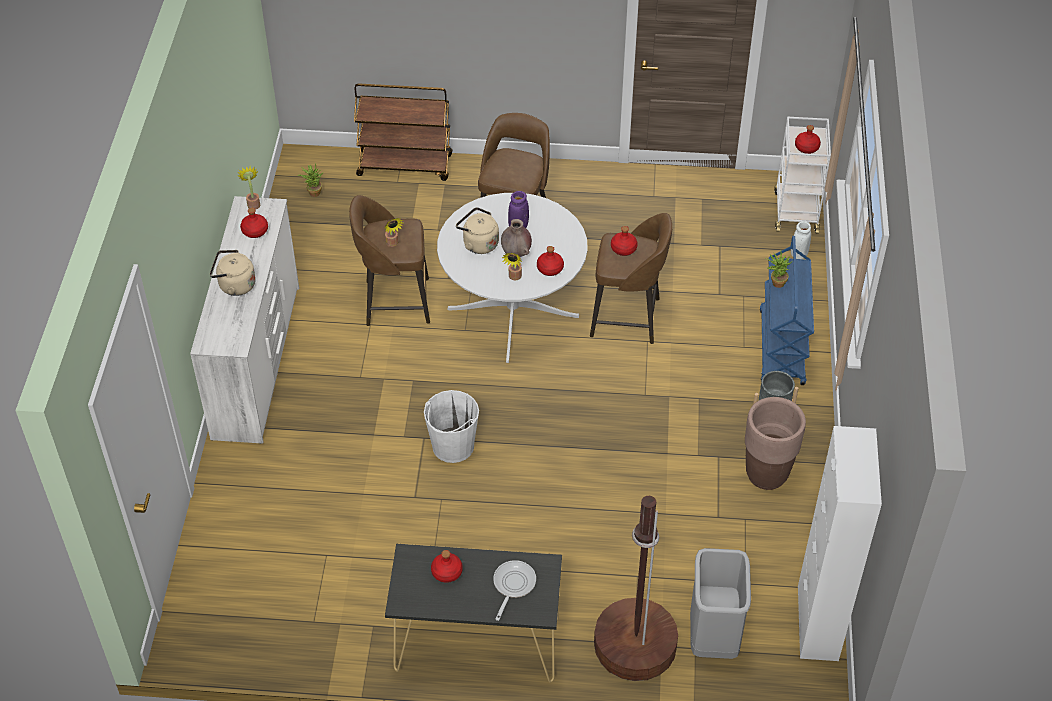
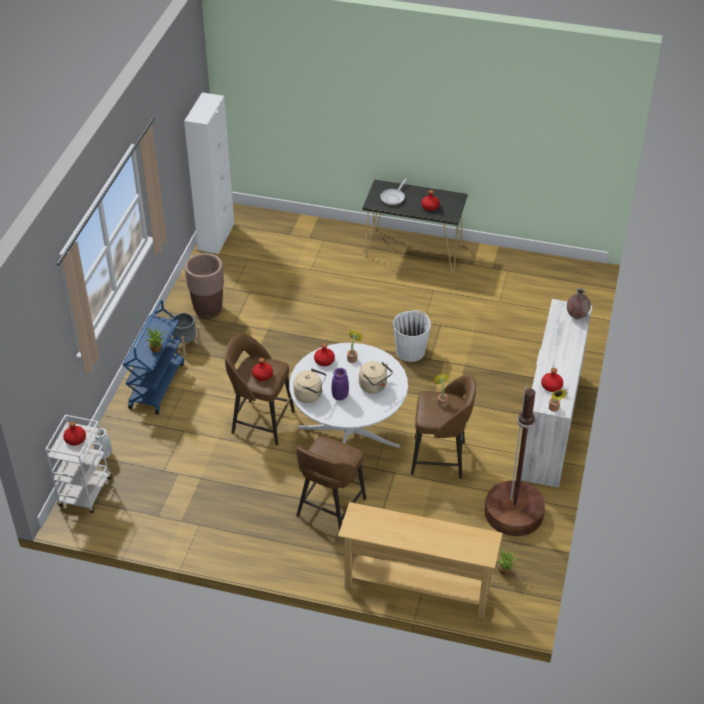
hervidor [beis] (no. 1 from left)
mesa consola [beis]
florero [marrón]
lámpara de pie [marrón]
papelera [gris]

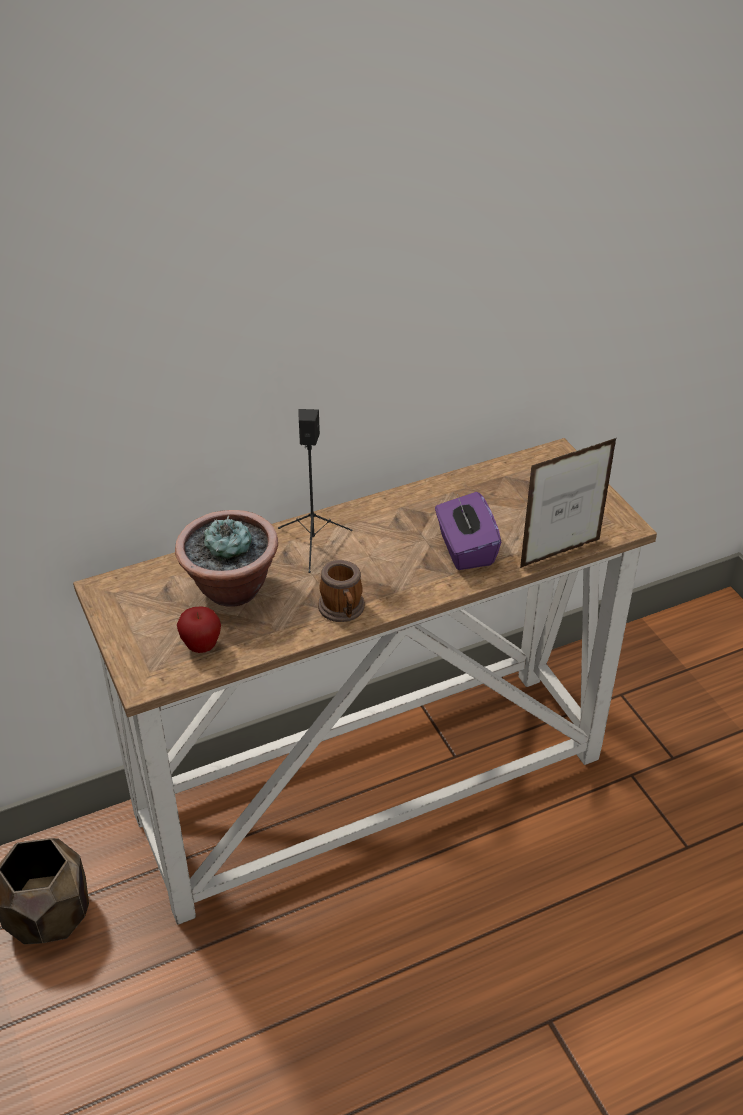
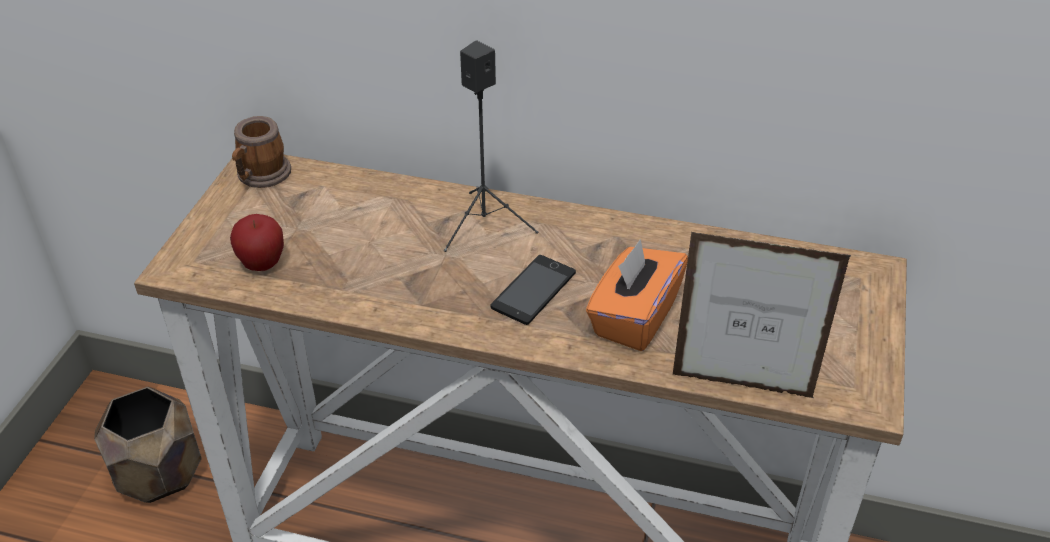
planta en maceta
taza grande
caja de pañuelos [naranja]
móvil

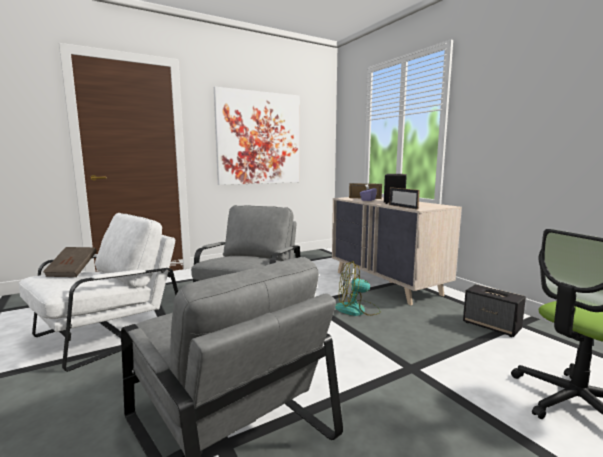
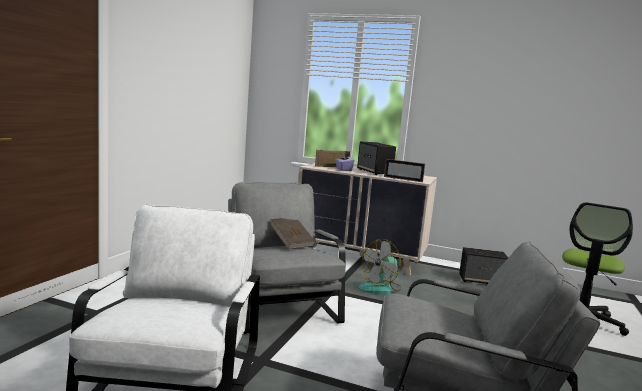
libro [marrón]
cuadro

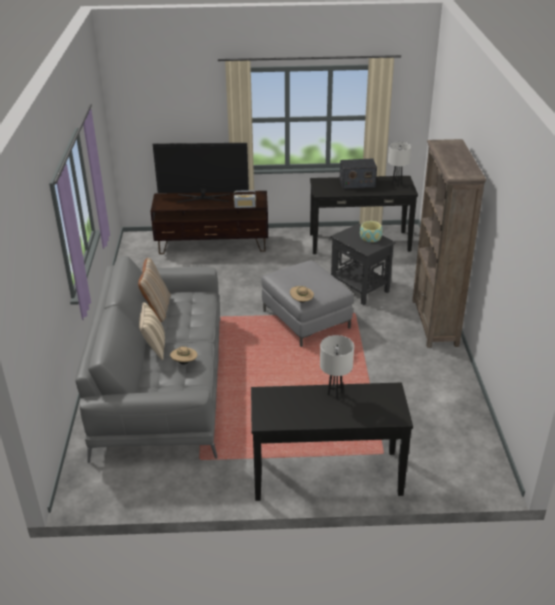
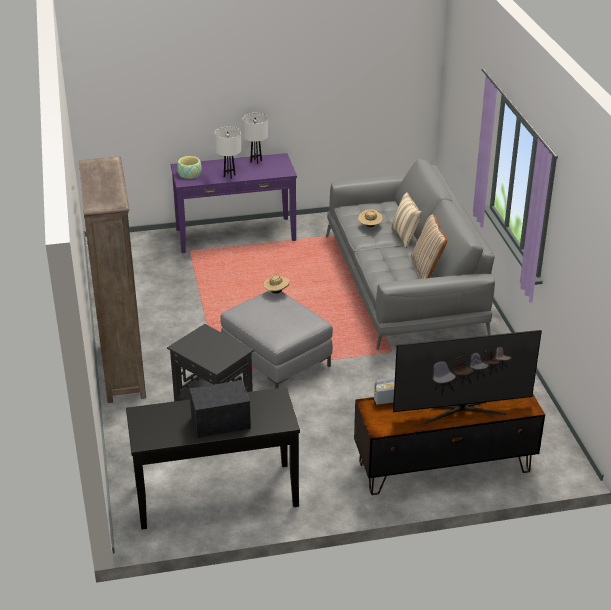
mesa consola [morado]
cuenco
lámpara de mesa [blanco] (no. 2 from left)

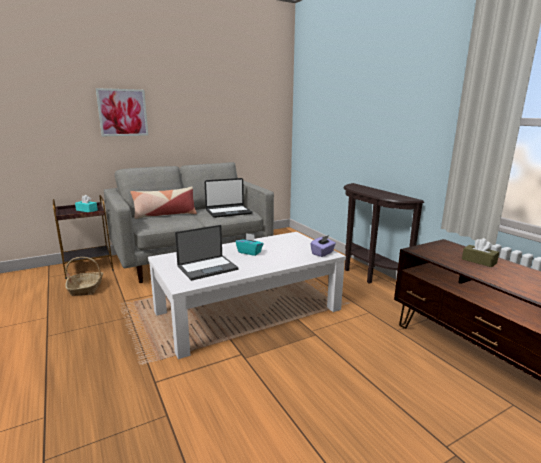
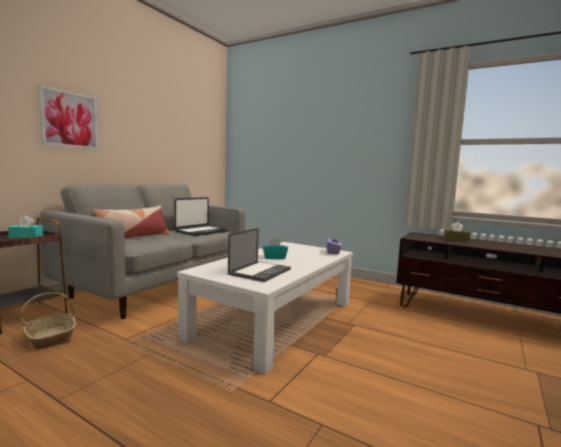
mesa consola [marrón]

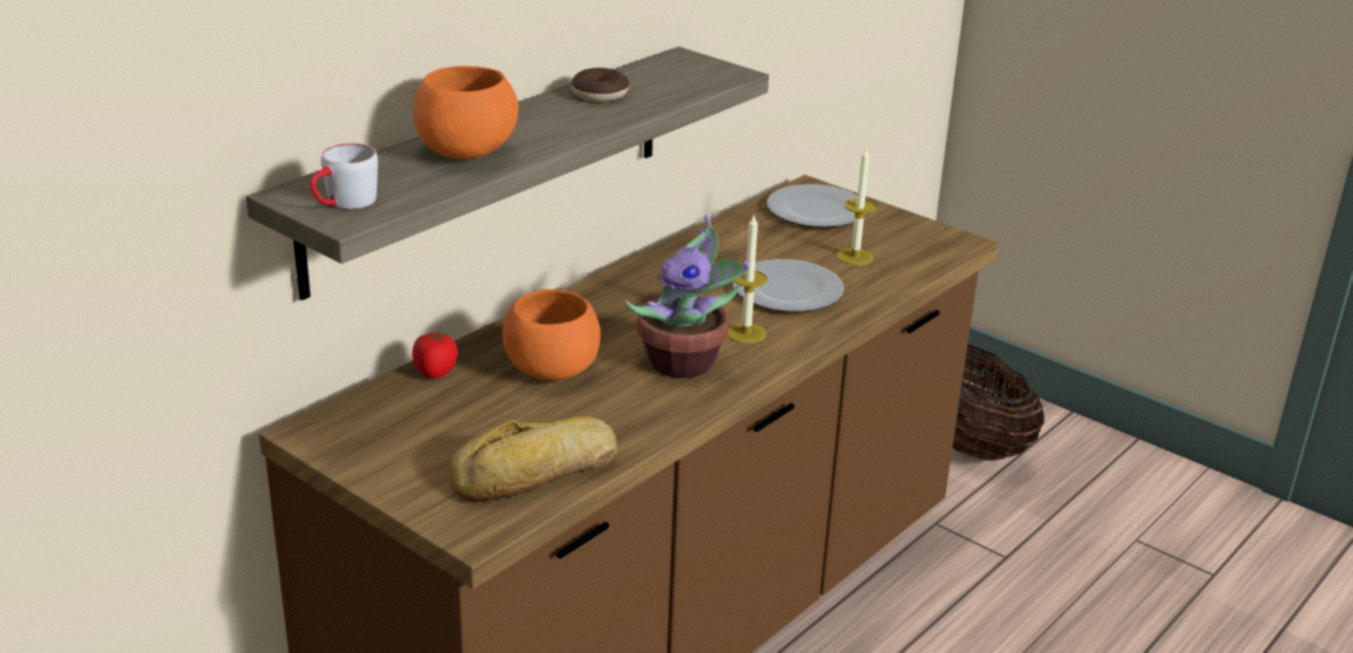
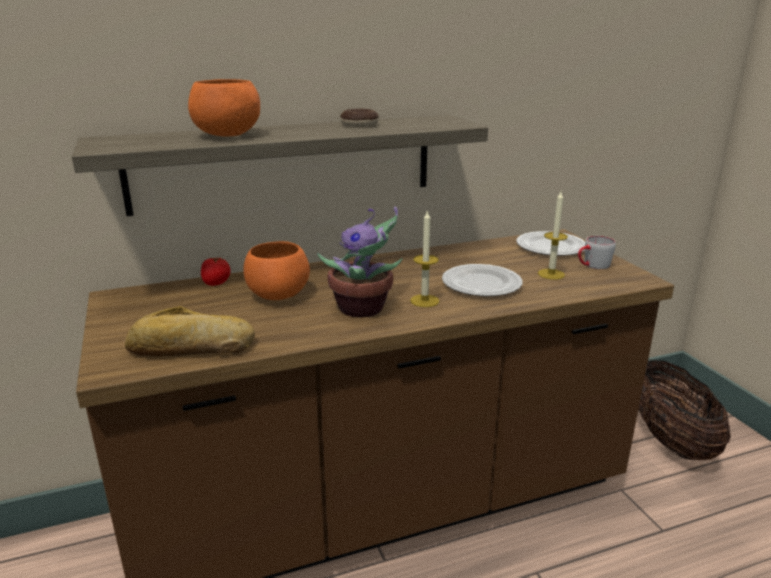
taza grande [gris]

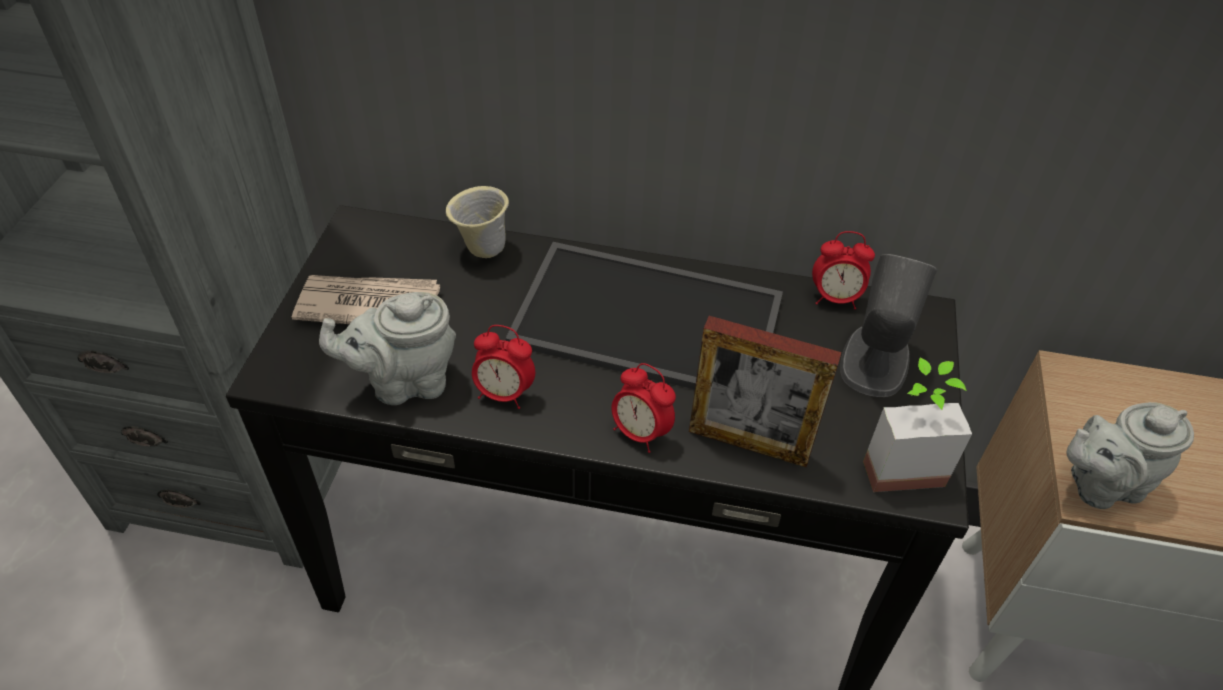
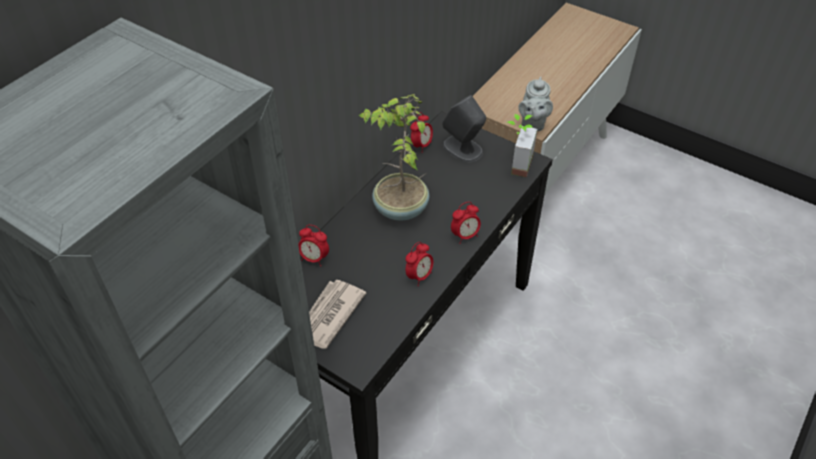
tetera [gris] (no. 1 from left in the first image)
despertador (no. 1 from left)
planta en maceta (no. 1 from left)
portarretratos

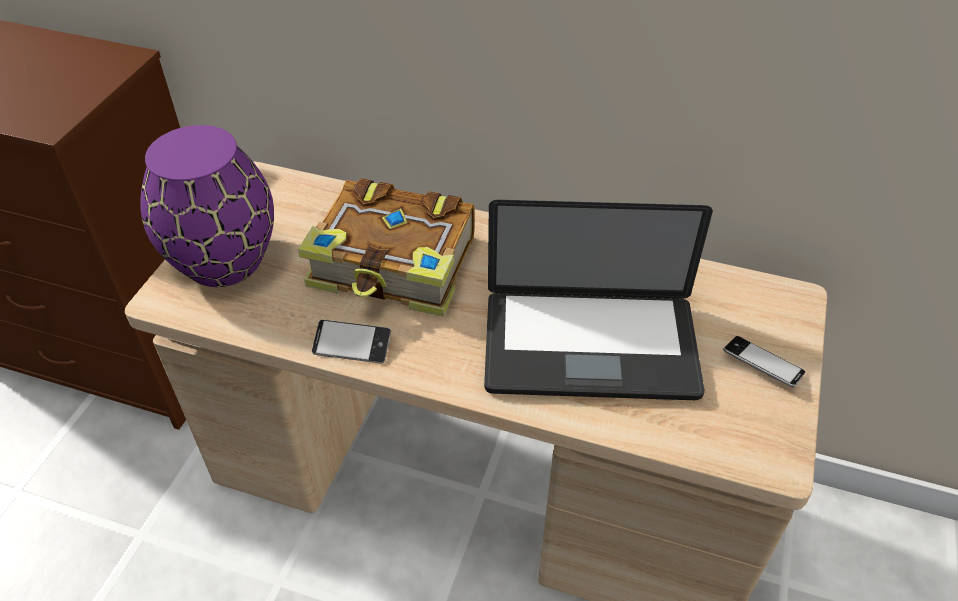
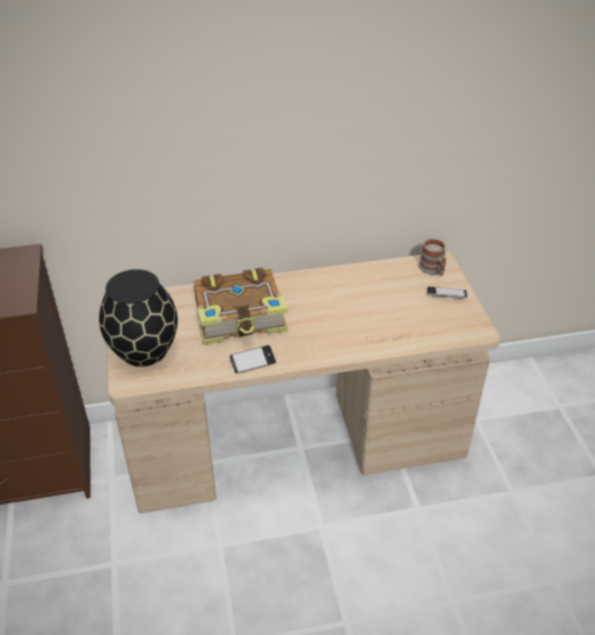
florero [negro]
portátil
taza grande

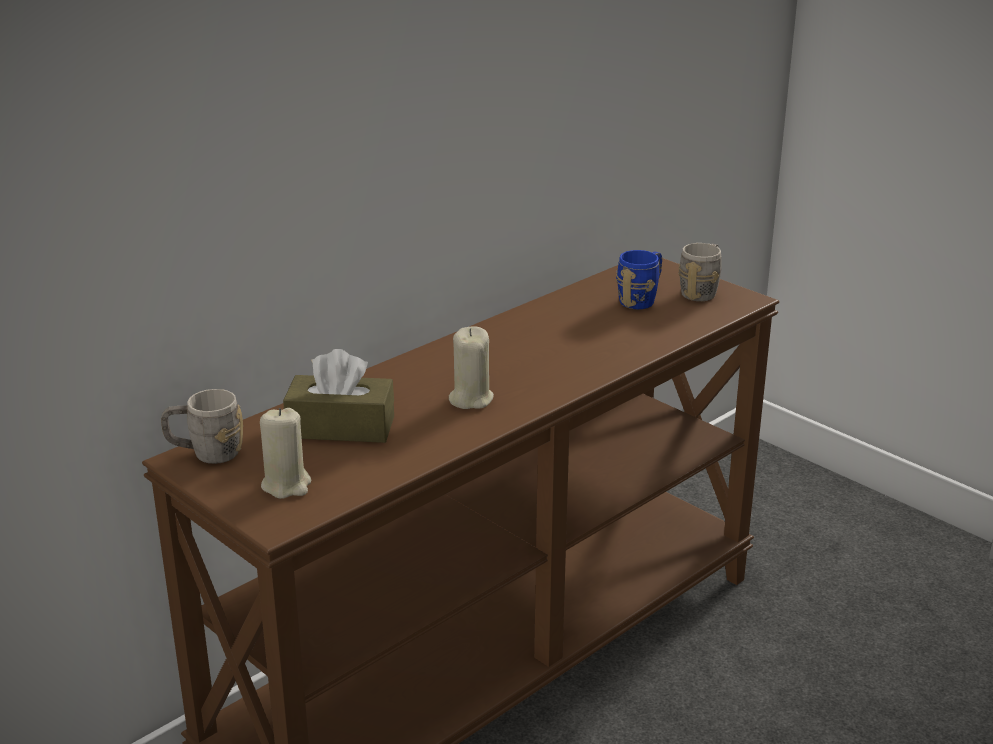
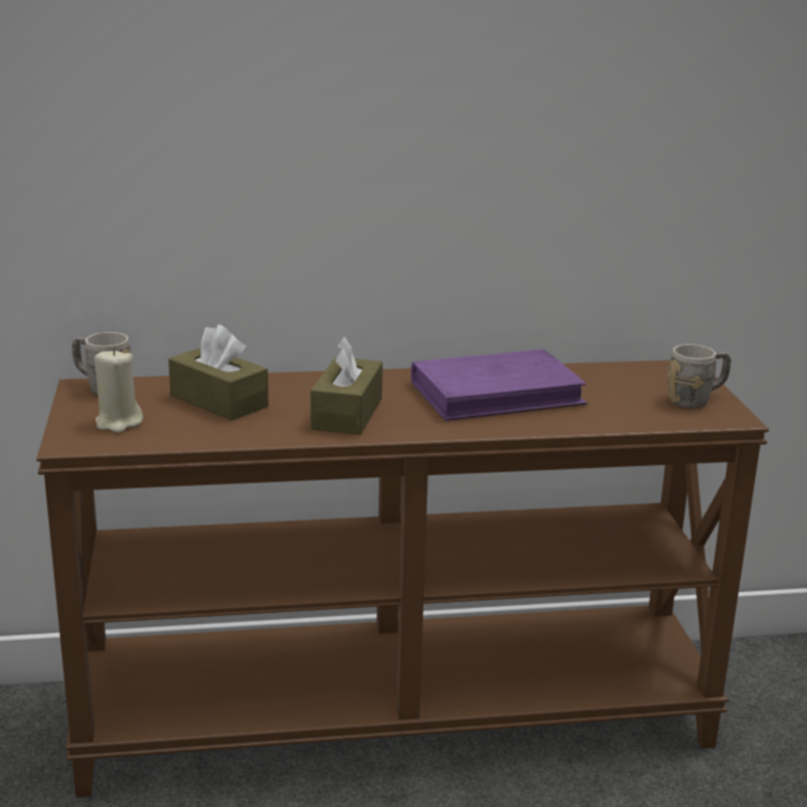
caja de pañuelos [marrón] (no. 2 from left)
taza grande [azul]
libro [morado]

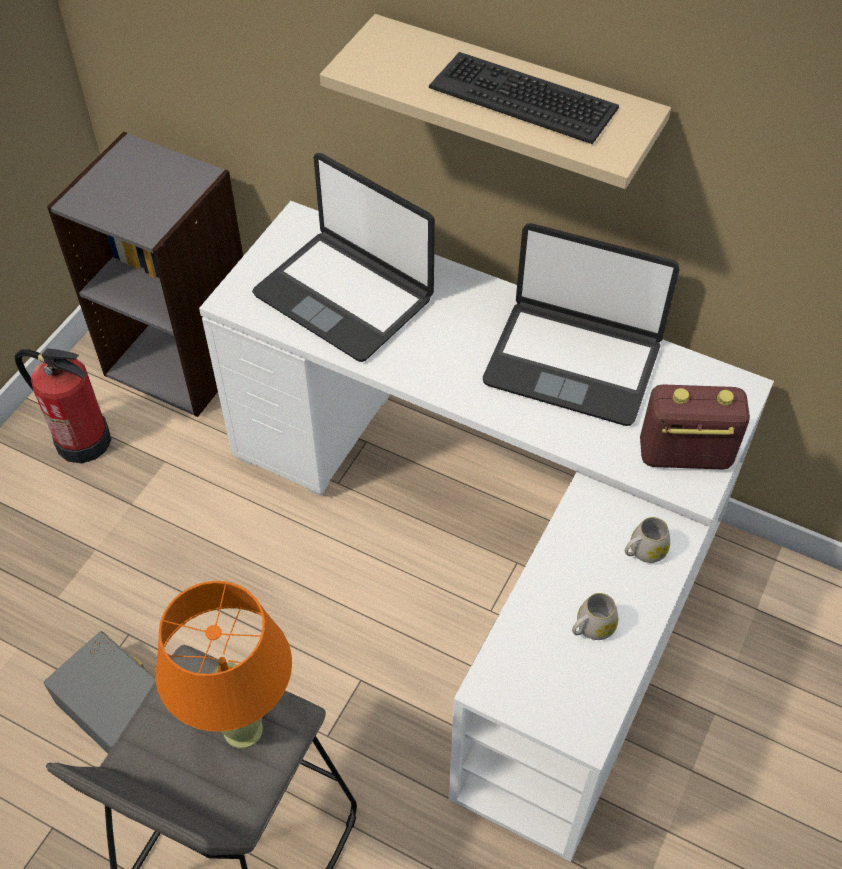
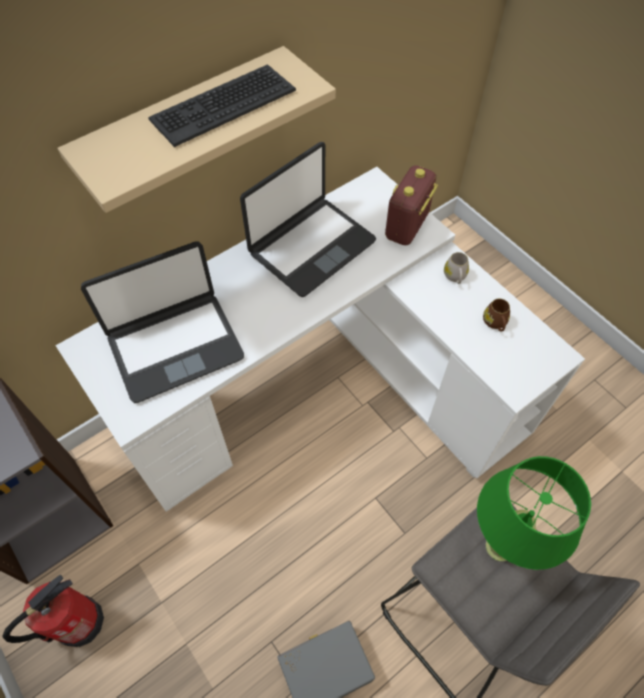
lámpara de mesa [verde]
taza grande [marrón]

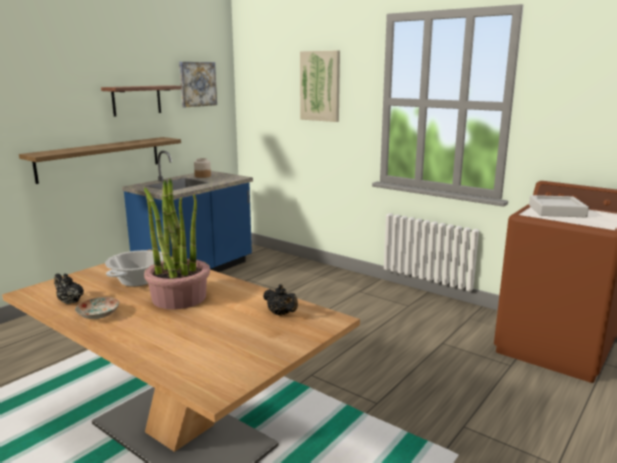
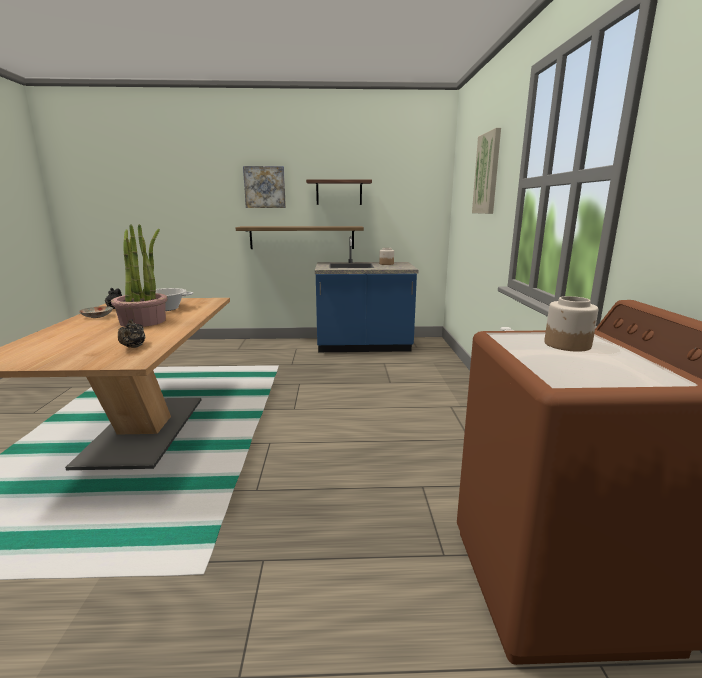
cuadro (no. 1 from left)
tarro (no. 2 from left)

